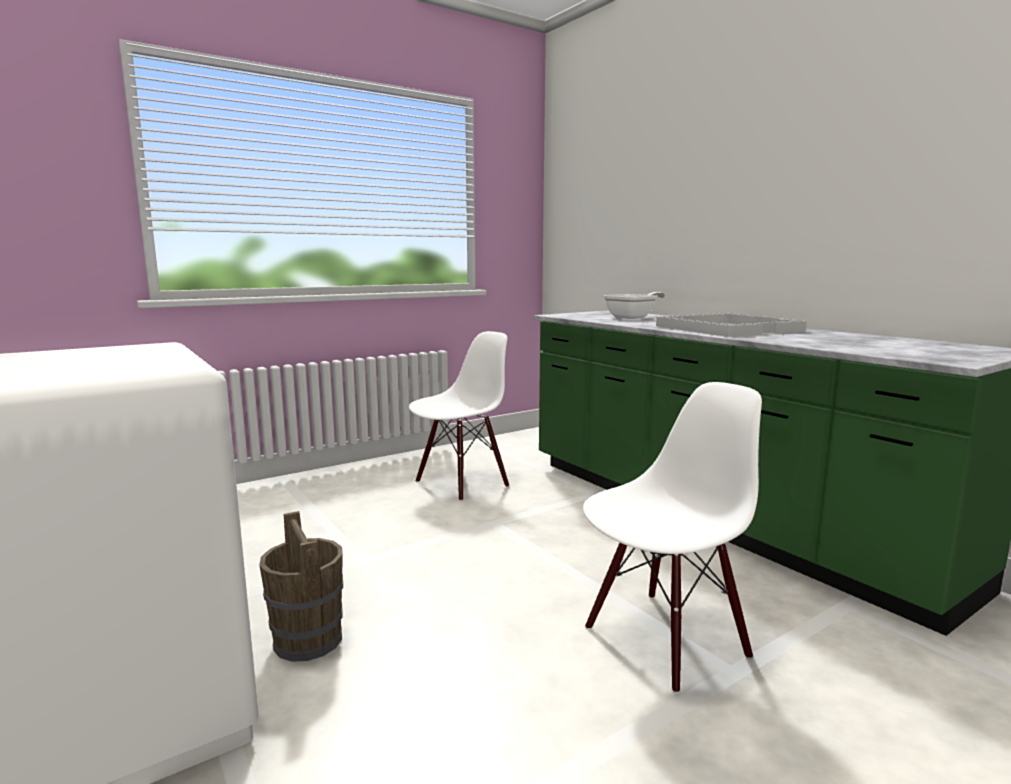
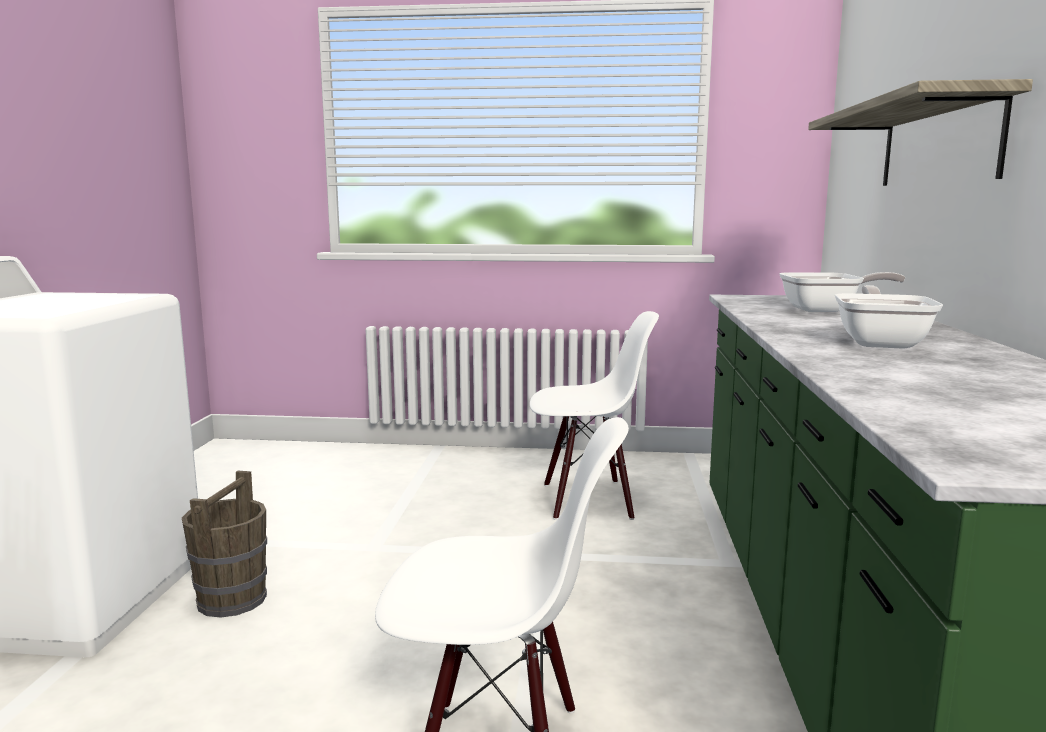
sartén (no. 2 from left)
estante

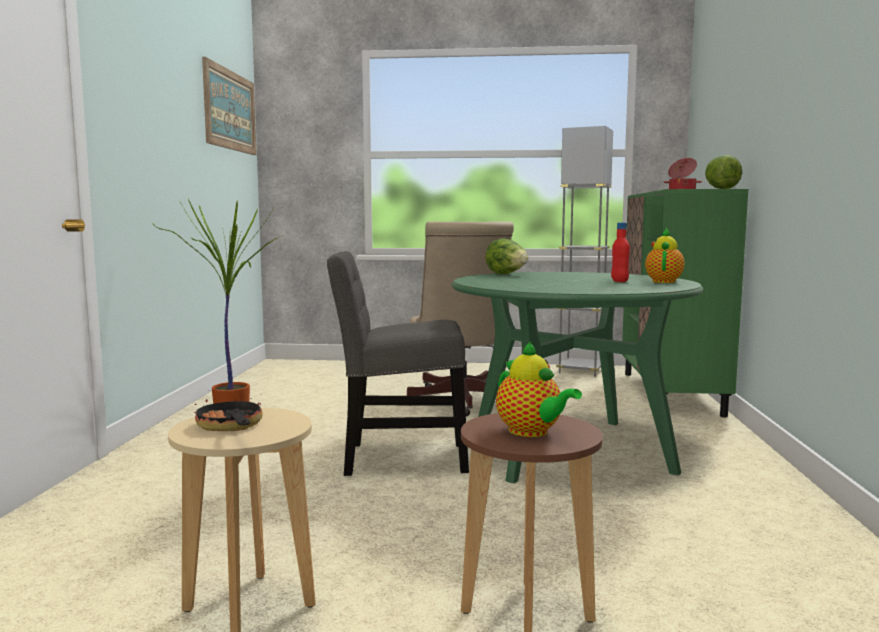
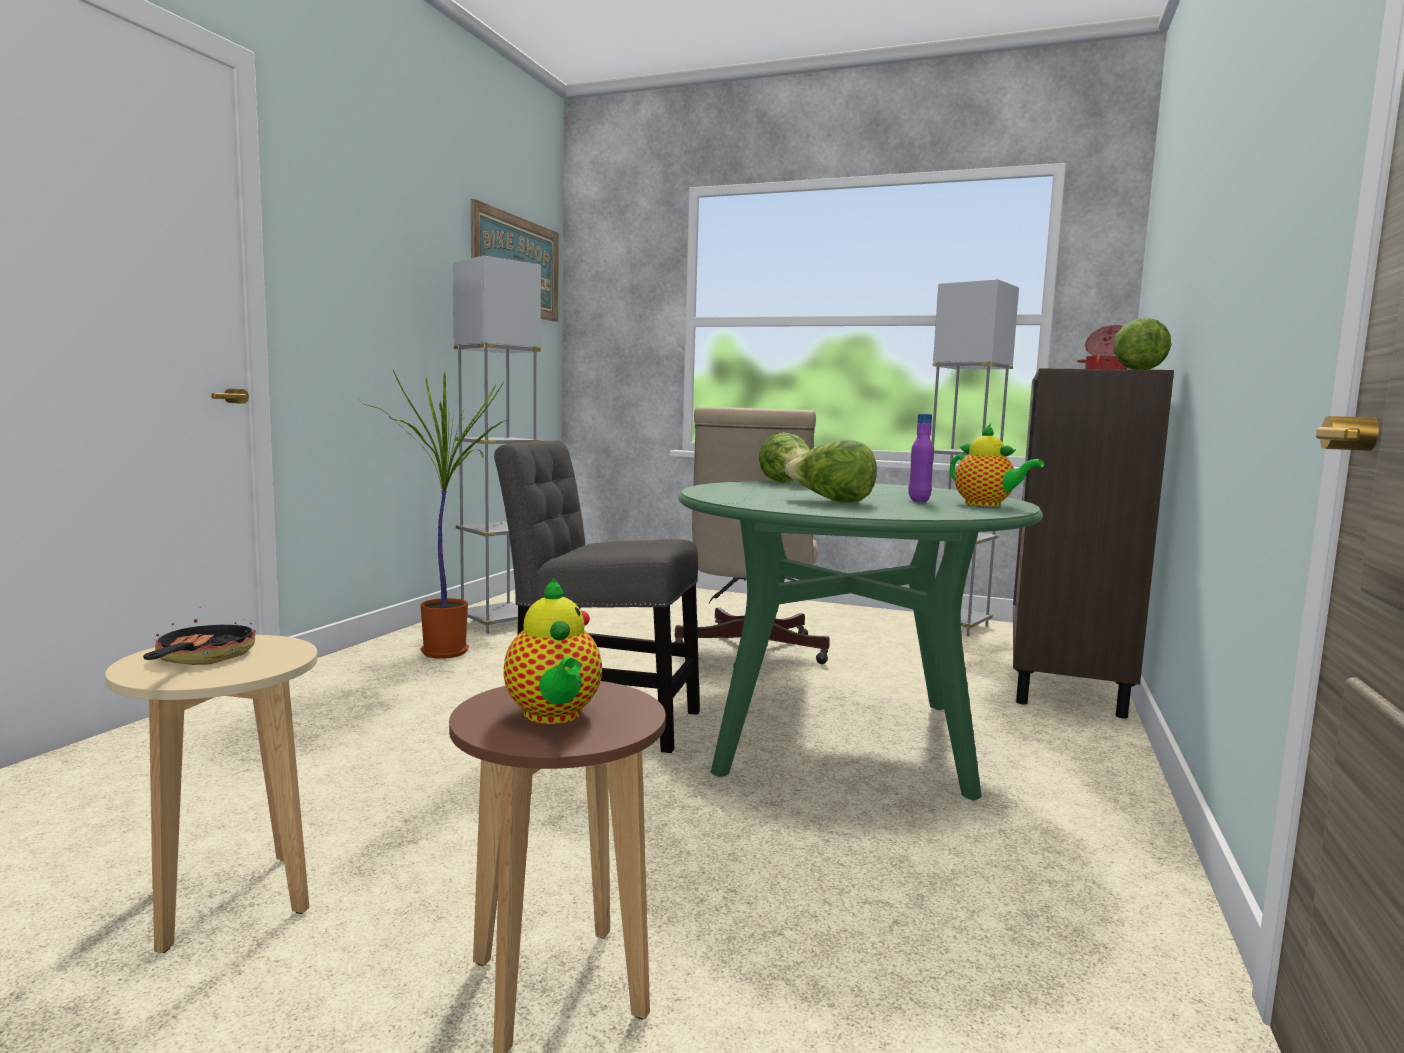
botella [morado]
armario [marrón]
tetera (no. 2 from left)
lámpara de pie [gris] (no. 1 from left)
lechuga (no. 2 from left)

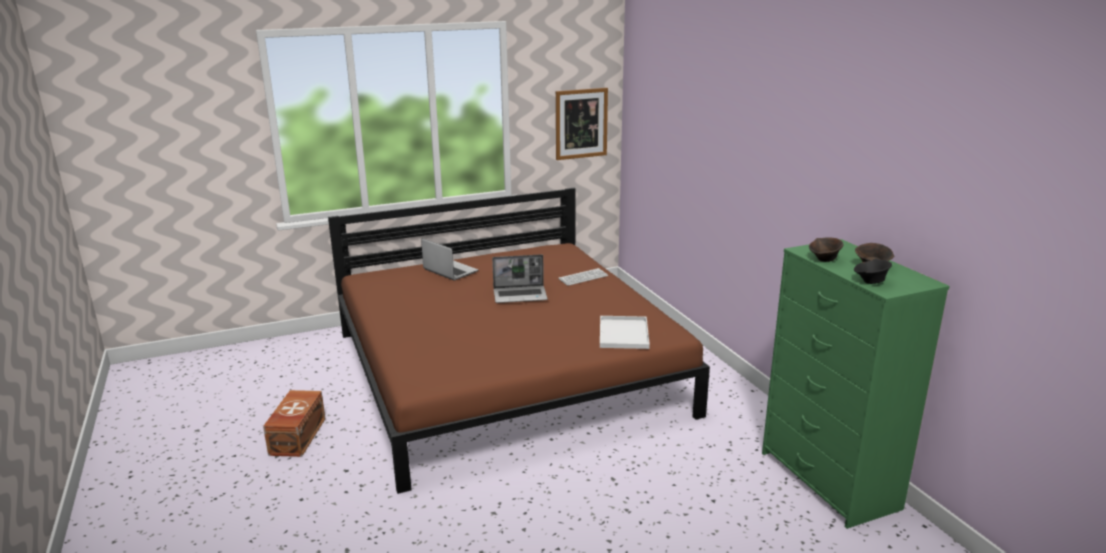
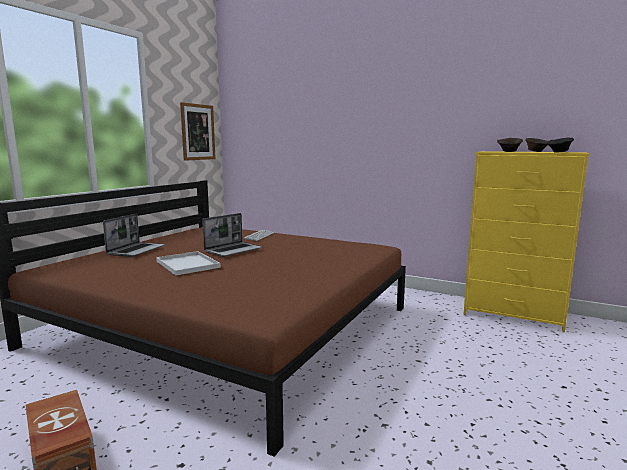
portátil (no. 1 from left)
bandeja [blanco]
cómoda [amarillo]

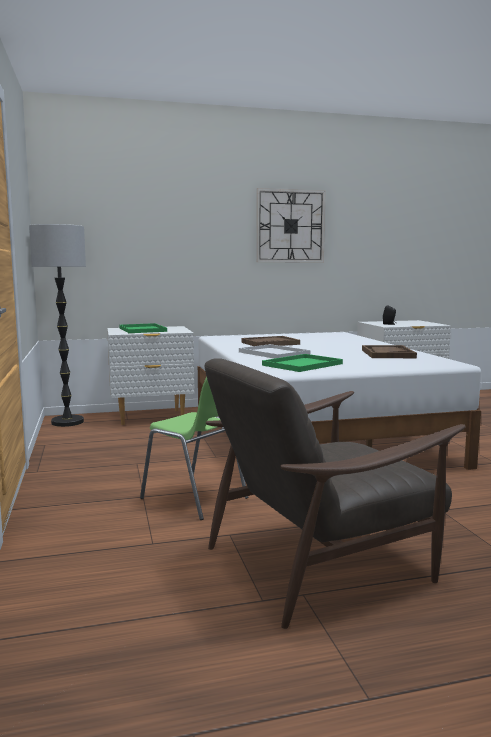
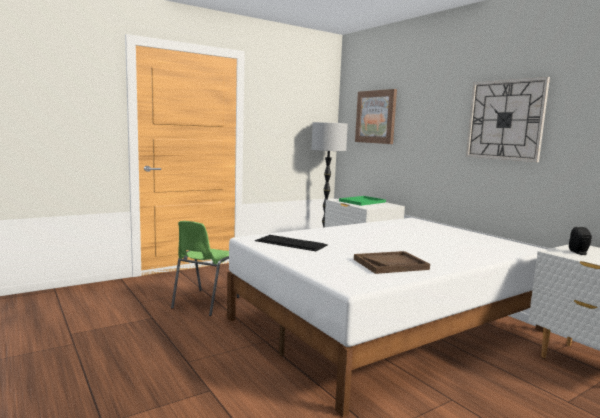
sillón [marrón]
bandeja [blanco]
bandeja [marrón] (no. 1 from left in the first image)
teclado
cuadro

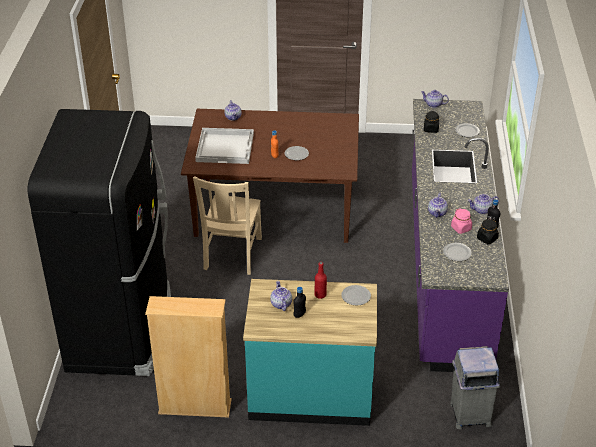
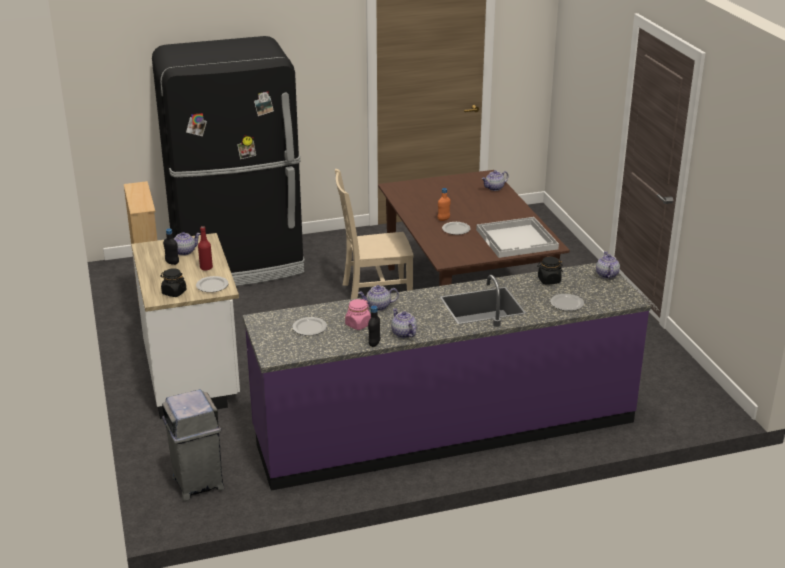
bandeja [blanco]
mueble bajo de cocina [blanco]
tarro [negro] (no. 1 from left)

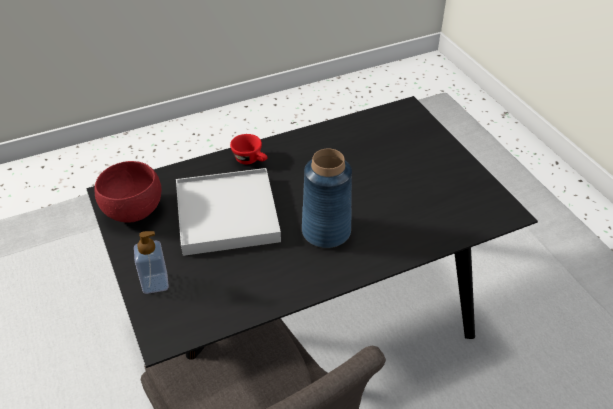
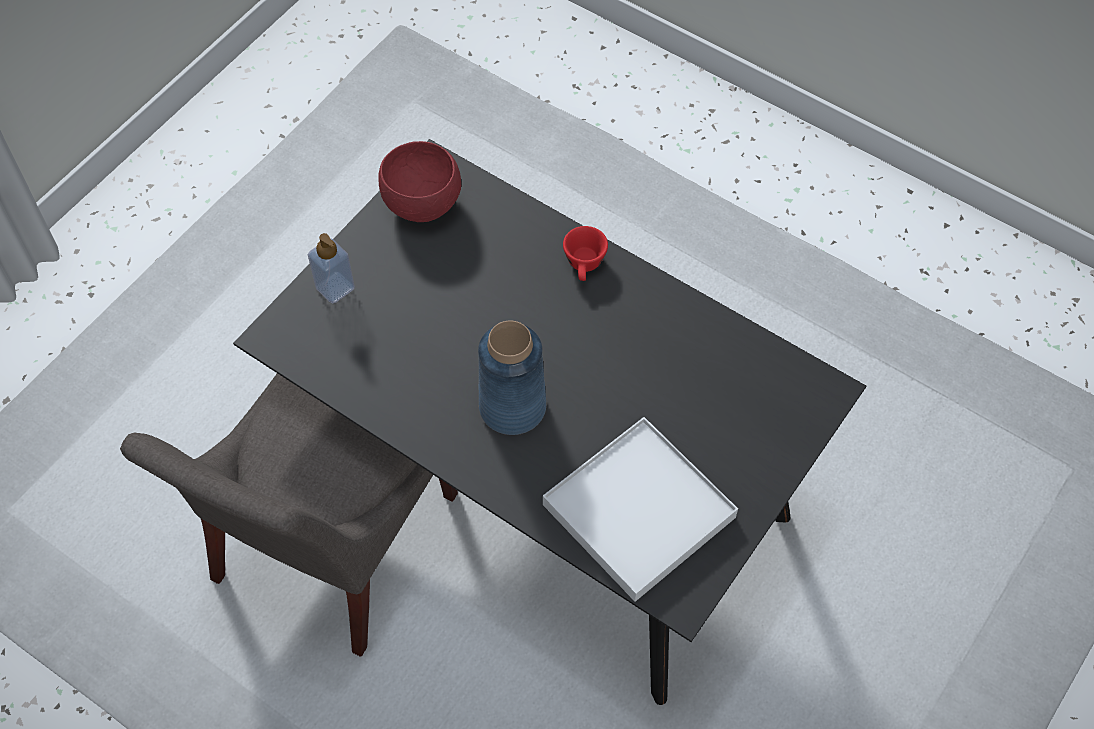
bandeja [blanco]

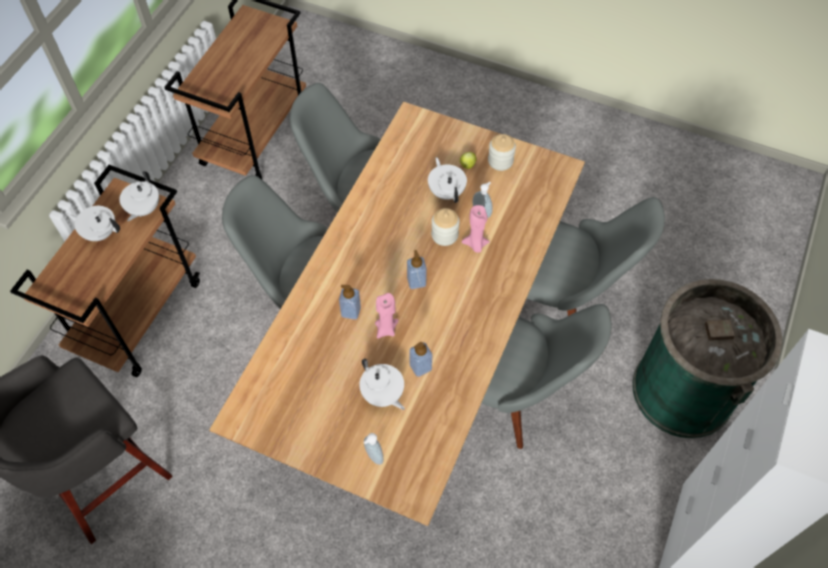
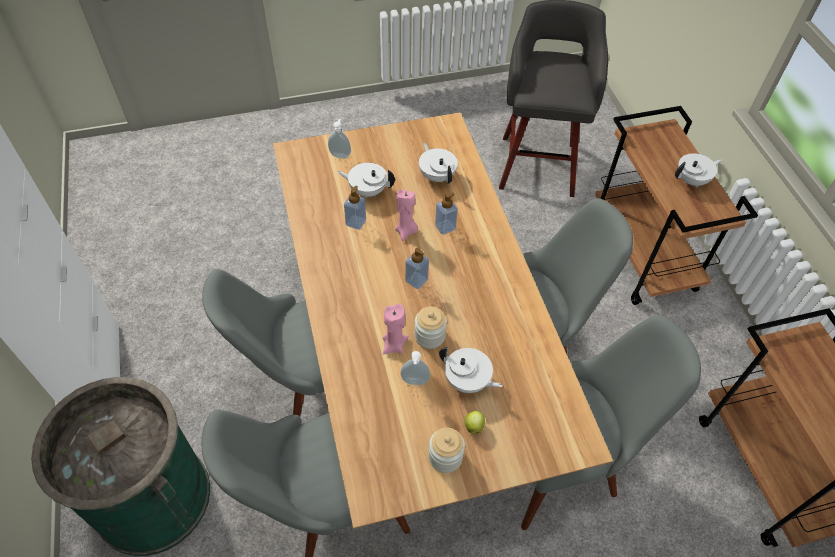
tetera [blanco] (no. 2 from left)

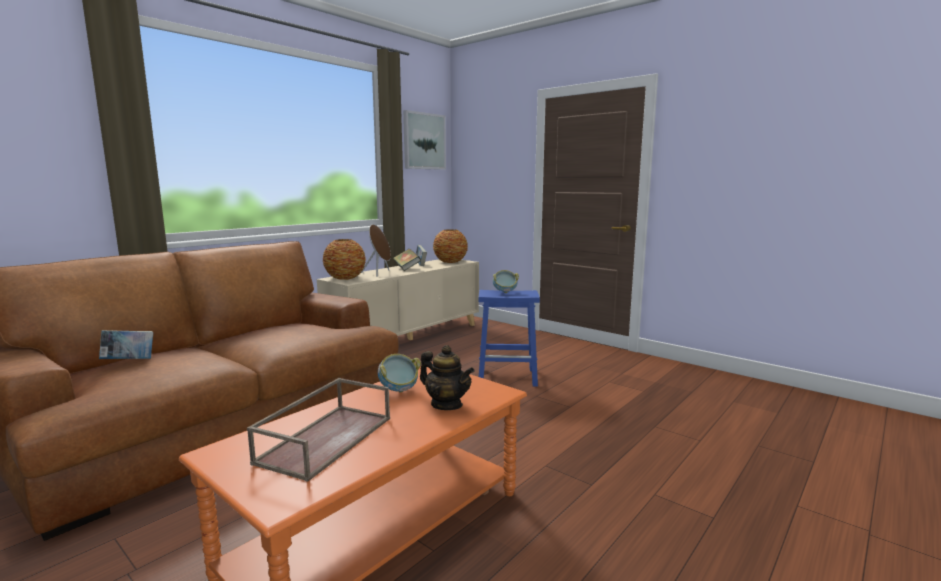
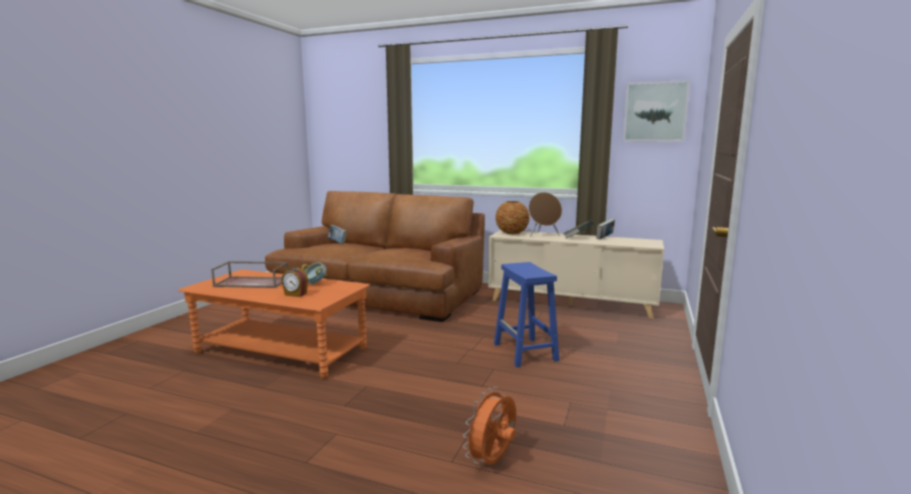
despertador
florero (no. 2 from left in the first image)
cuenco (no. 2 from left in the first image)
ventilador [naranja]

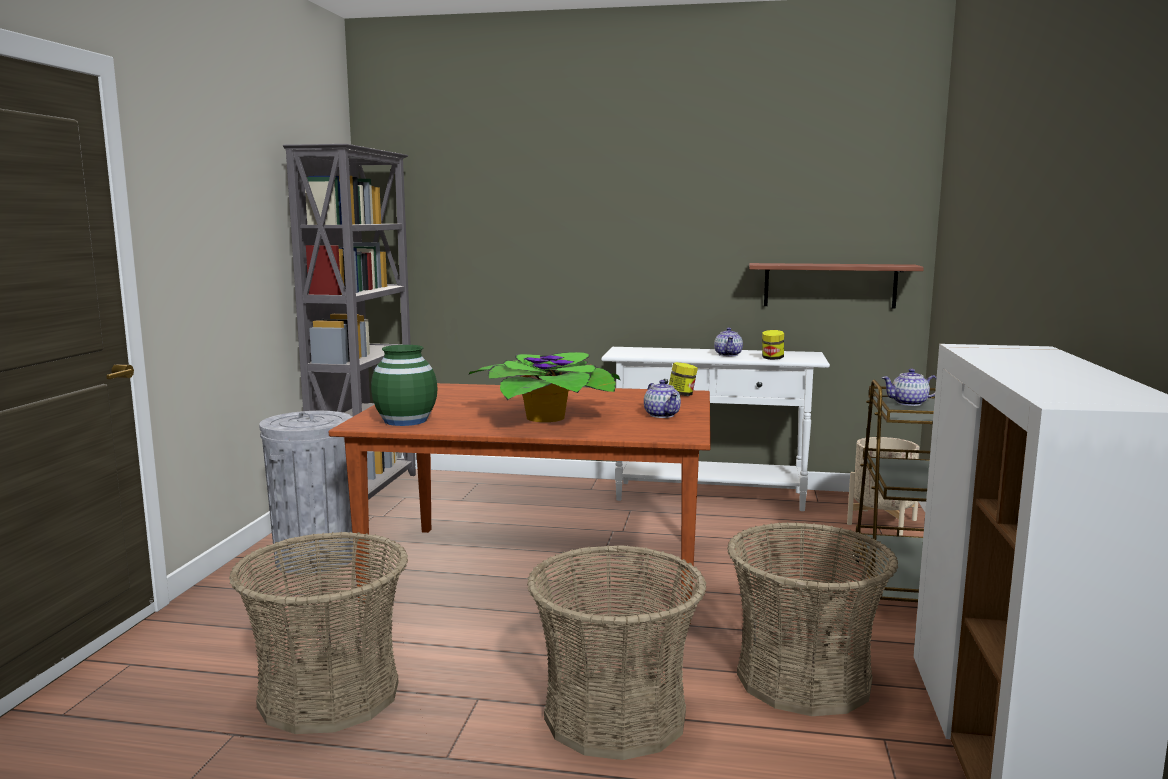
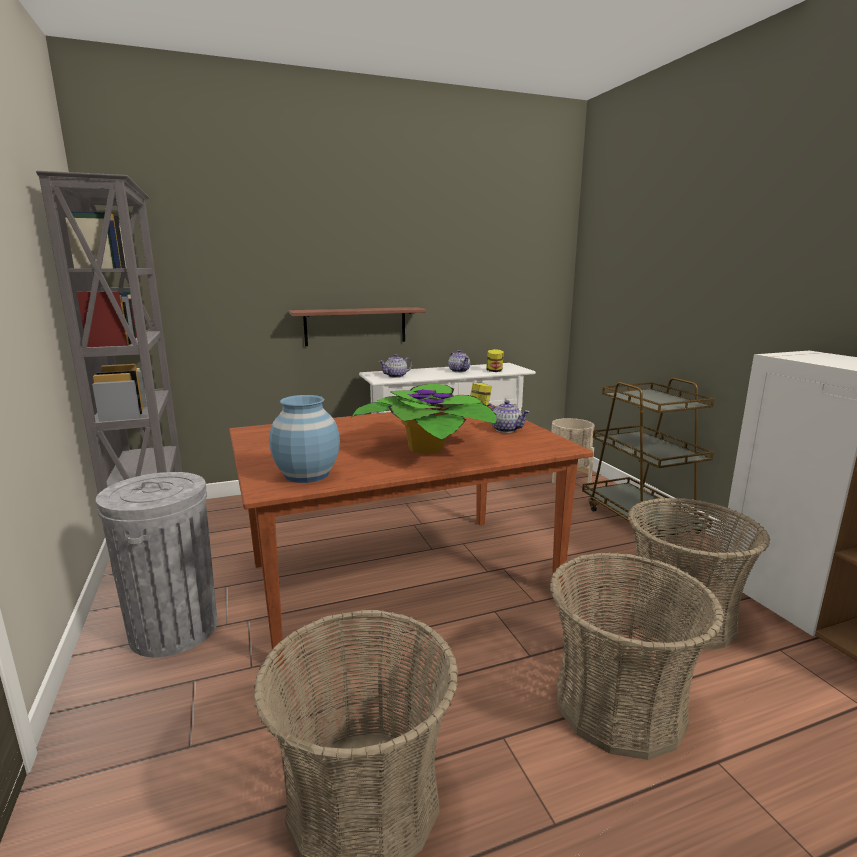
florero [azul]
estante
tetera (no. 1 from left)

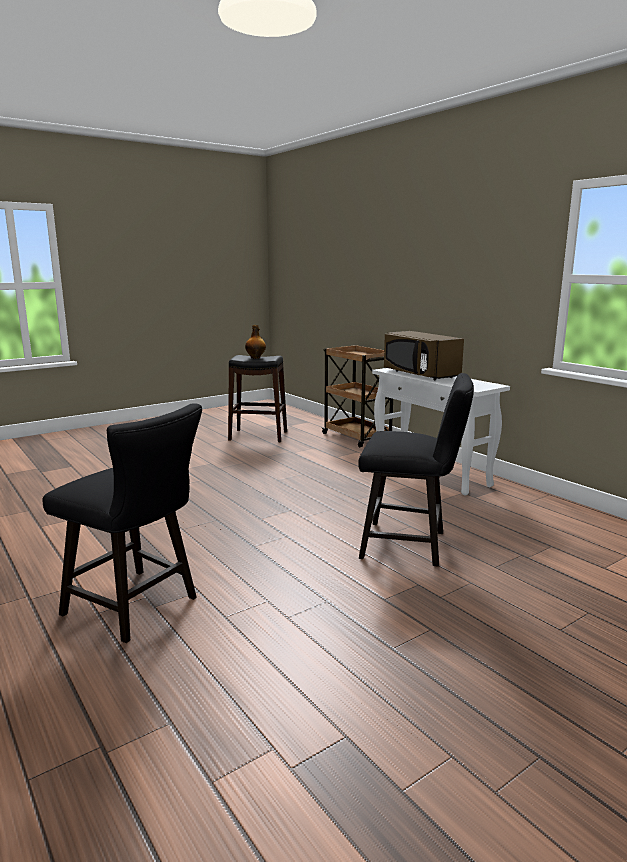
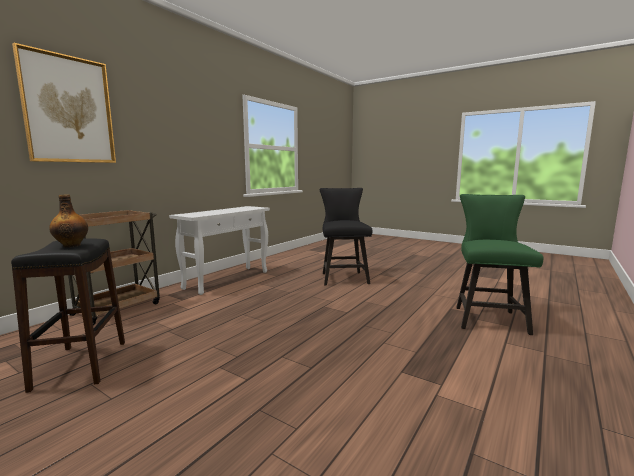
silla [verde]
microondas [marrón]
cuadro

